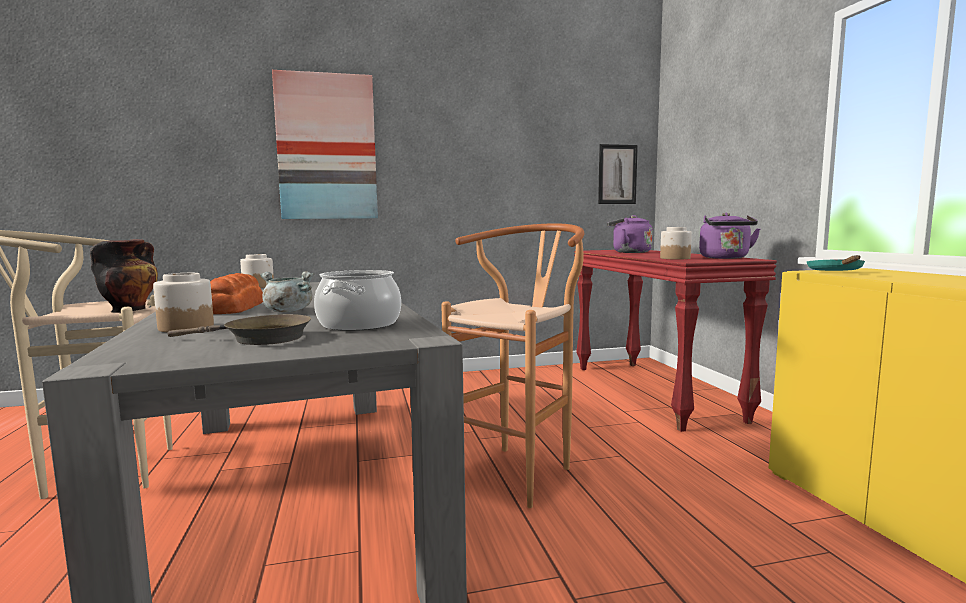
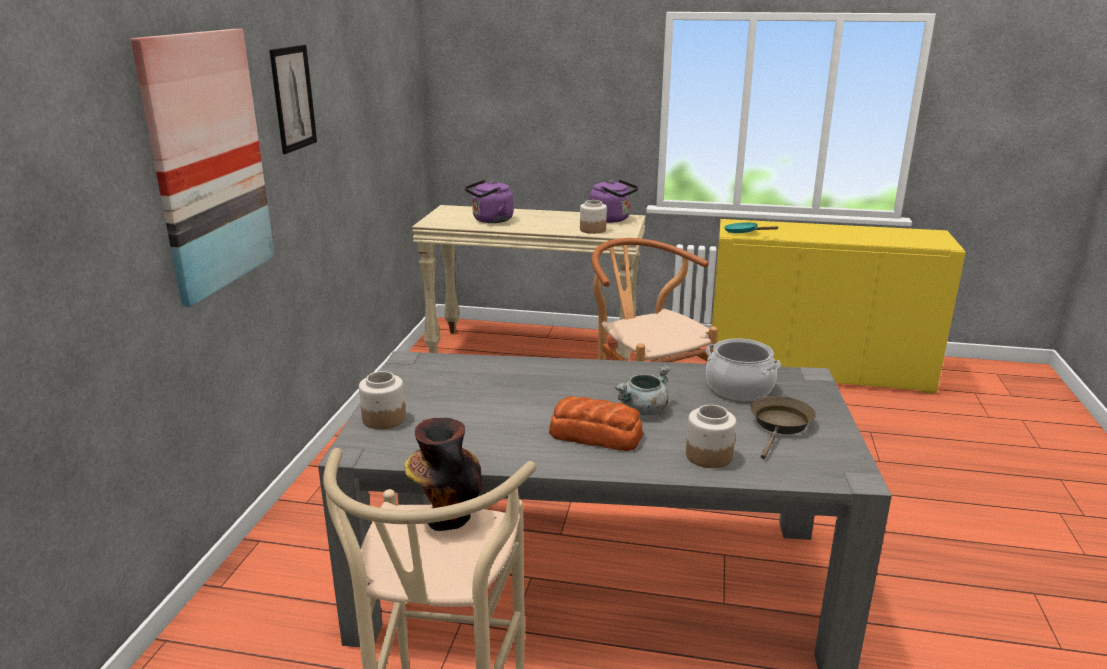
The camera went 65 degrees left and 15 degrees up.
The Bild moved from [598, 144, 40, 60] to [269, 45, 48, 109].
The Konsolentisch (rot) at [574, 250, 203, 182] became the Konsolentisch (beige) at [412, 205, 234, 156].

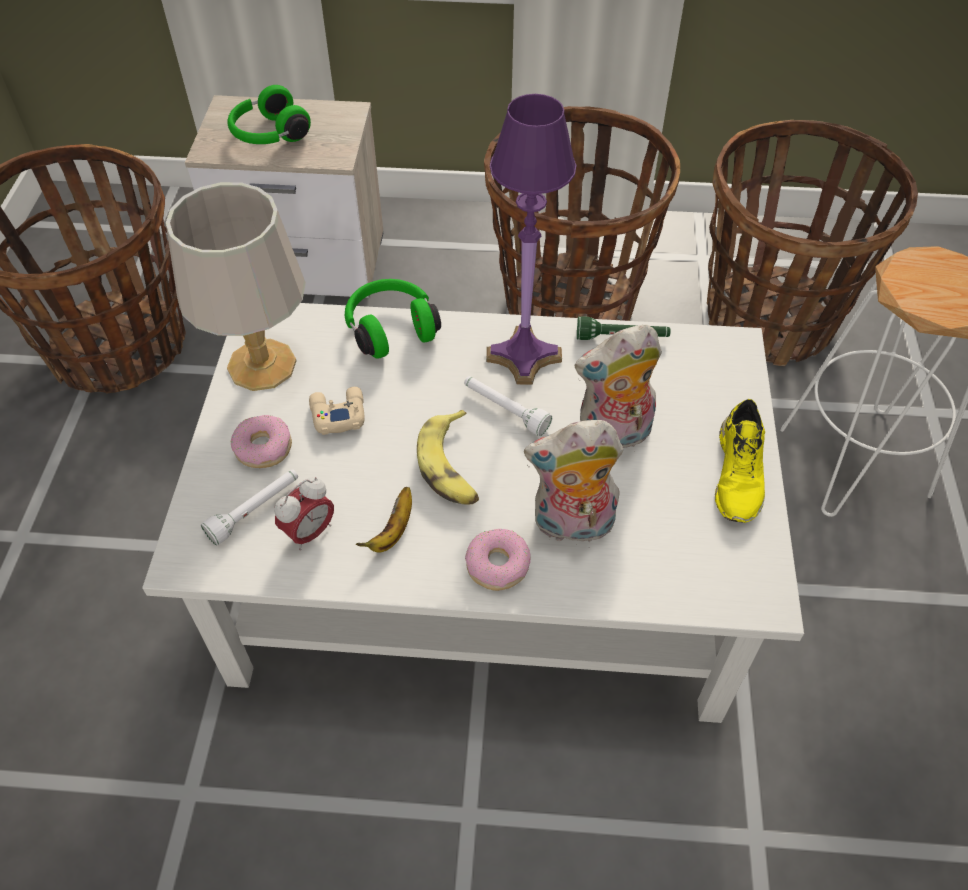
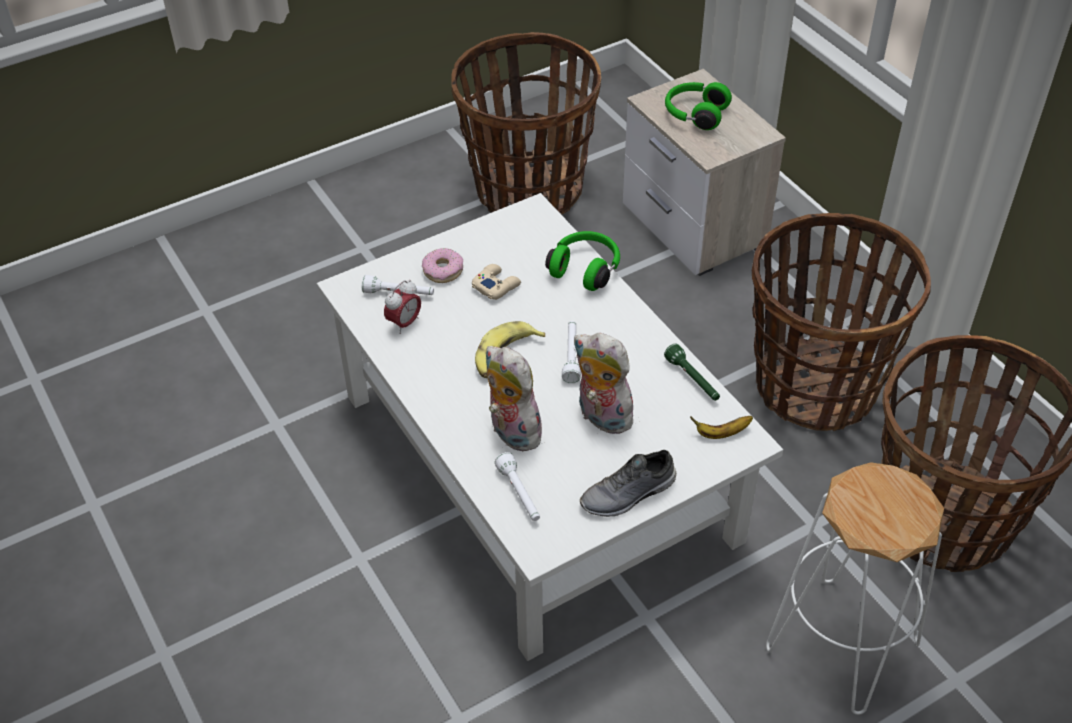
The camera went 55 degrees right and 5 degrees down.
The Tischlampe (grau) at [166, 182, 140, 209] disappeared.
The Donut at [465, 529, 66, 62] disappeared.
The Tischlampe (lila) at [486, 94, 90, 291] disappeared.
The Taschenlampe (weiß) at [495, 452, 45, 69] appeared.
The Banane moved from [356, 487, 56, 66] to [690, 416, 63, 23].
The Schuh (gelb) at [715, 399, 50, 124] became the Schuh (grau) at [580, 450, 96, 67].
The Wecker at [274, 477, 60, 74] turned 60 degrees counterclockwise.

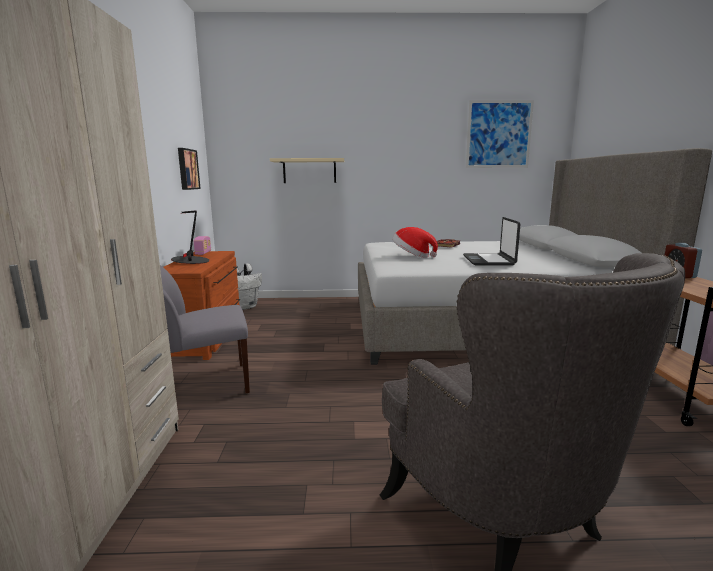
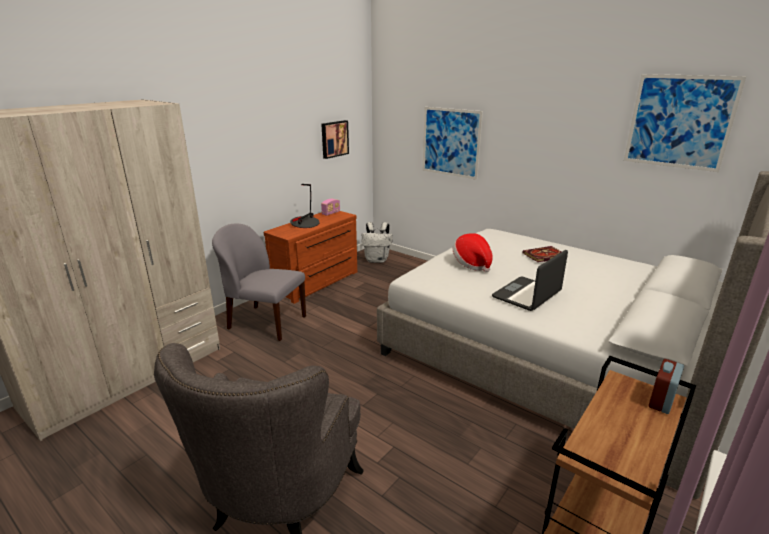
The camera went 40 degrees right and 10 degrees up.
The Wandregal (beige) at [270, 158, 74, 25] was replaced by the Bild at [423, 107, 60, 73].

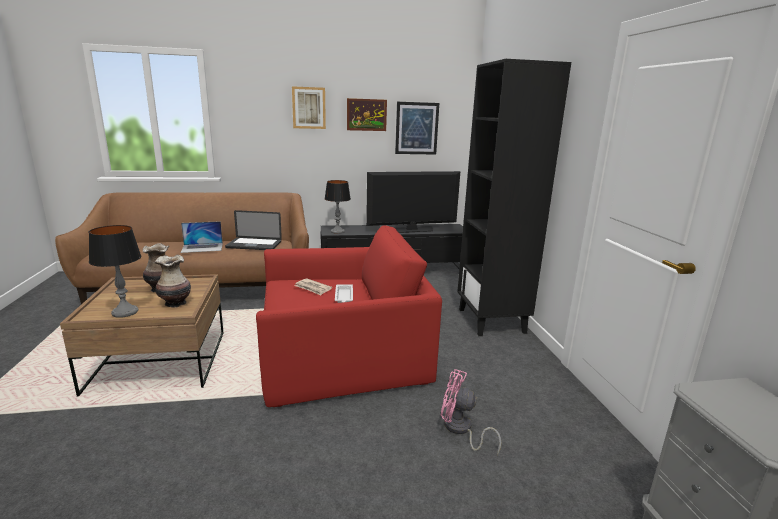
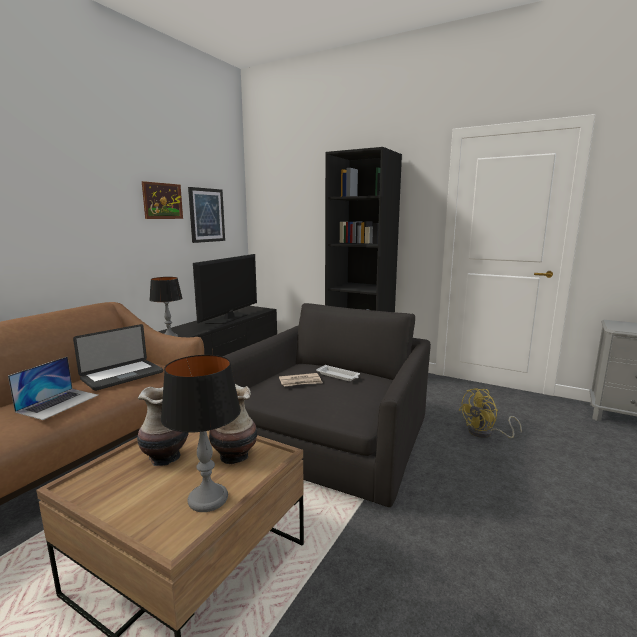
The camera went 50 degrees left and 5 degrees down.
The Bild at [292, 86, 34, 43] disappeared.
The Sessel (rot) at [256, 225, 186, 182] became the Sessel (schwarz) at [222, 303, 209, 204].
The Ventilator (rosa) at [441, 369, 60, 86] became the Ventilator (gelb) at [458, 388, 64, 50].

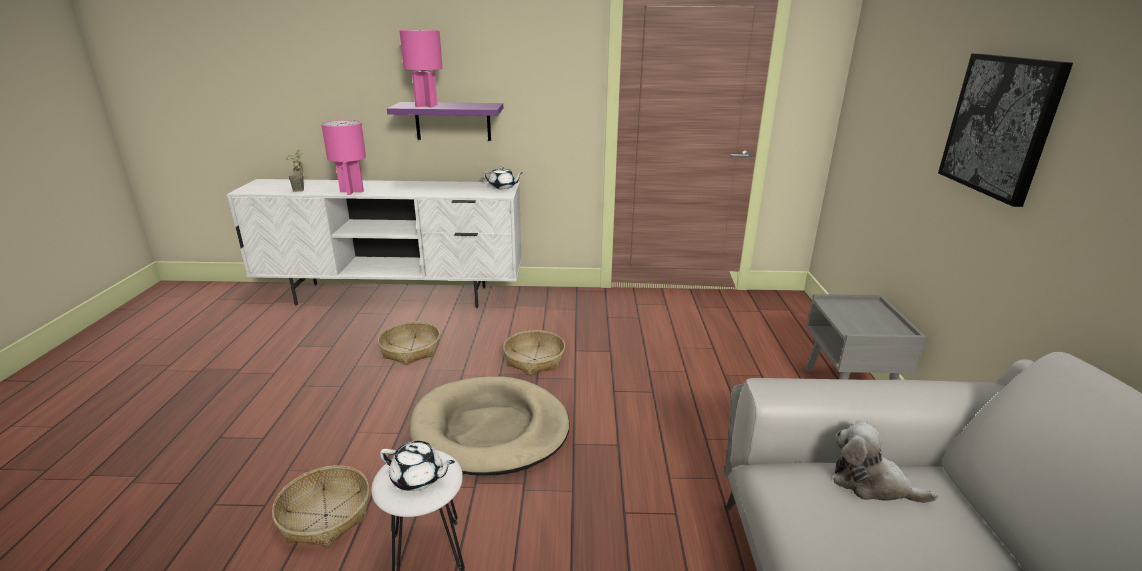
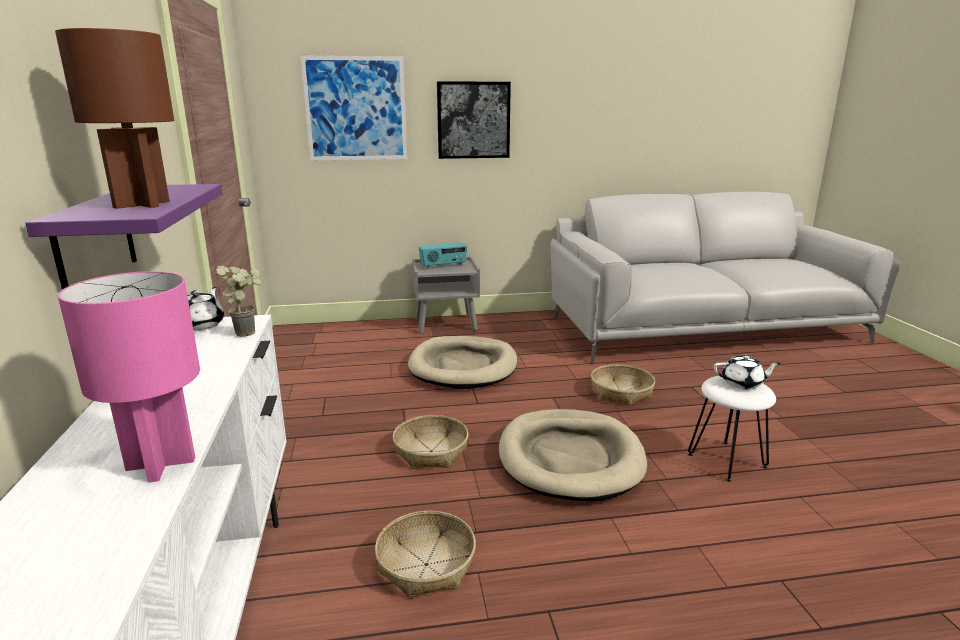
The camera went 100 degrees left and 5 degrees down.
The Plüschtier at [833, 421, 105, 82] disappeared.
The Bild at [301, 56, 106, 104] appeared.
The Hundebett (beige) at [408, 336, 109, 53] appeared.
The Radio at [418, 243, 49, 26] appeared.
The Korb moved from [272, 465, 98, 82] to [591, 364, 64, 42].
The Topfpflanze moved from [286, 150, 18, 42] to [216, 265, 46, 72].
The Tischlampe (rosa) at [400, 30, 42, 77] became the Tischlampe (braun) at [55, 28, 119, 181].
The Teekanne (weiß) at [380, 441, 75, 50] turned 90 degrees clockwise.

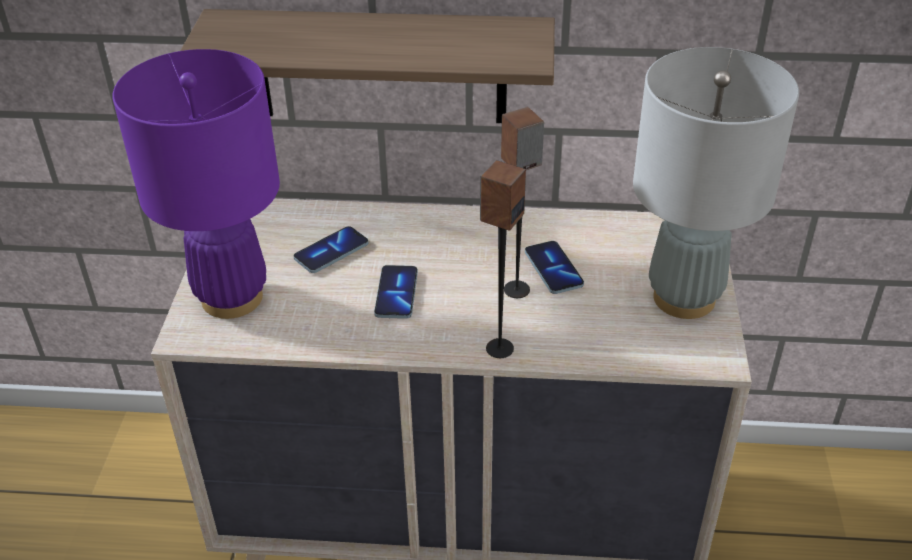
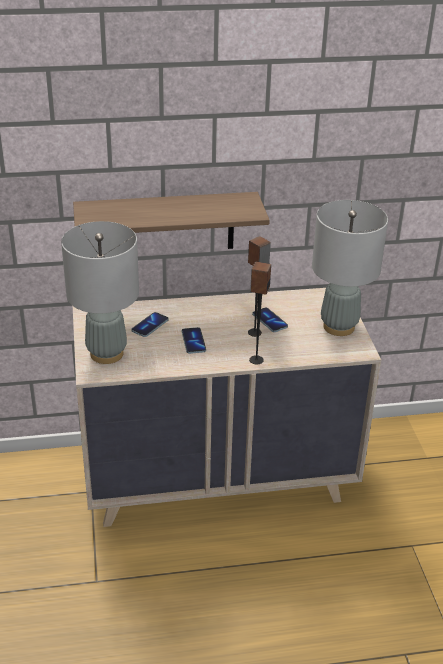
The camera went 15 degrees left and 5 degrees down.
The Tischlampe (lila) at [112, 49, 168, 270] became the Tischlampe (grau) at [61, 221, 78, 143].

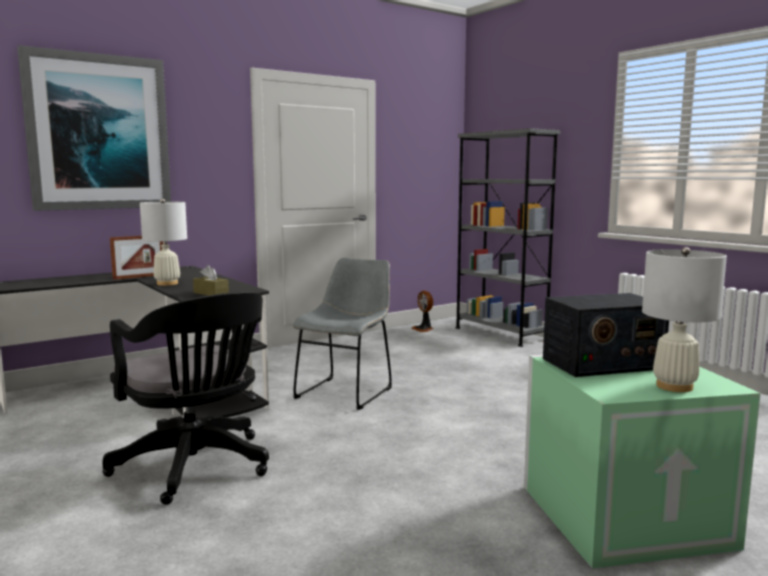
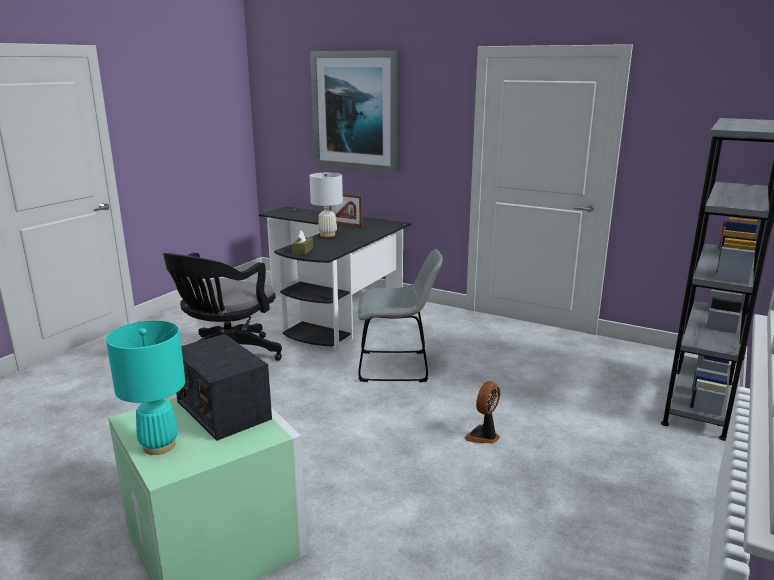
The camera went 65 degrees right and 10 degrees up.
The Ventilator moved from [412, 291, 22, 41] to [464, 381, 36, 62].
The Tischlampe (weiß) at [642, 247, 85, 145] became the Tischlampe (türkis) at [106, 321, 79, 134].

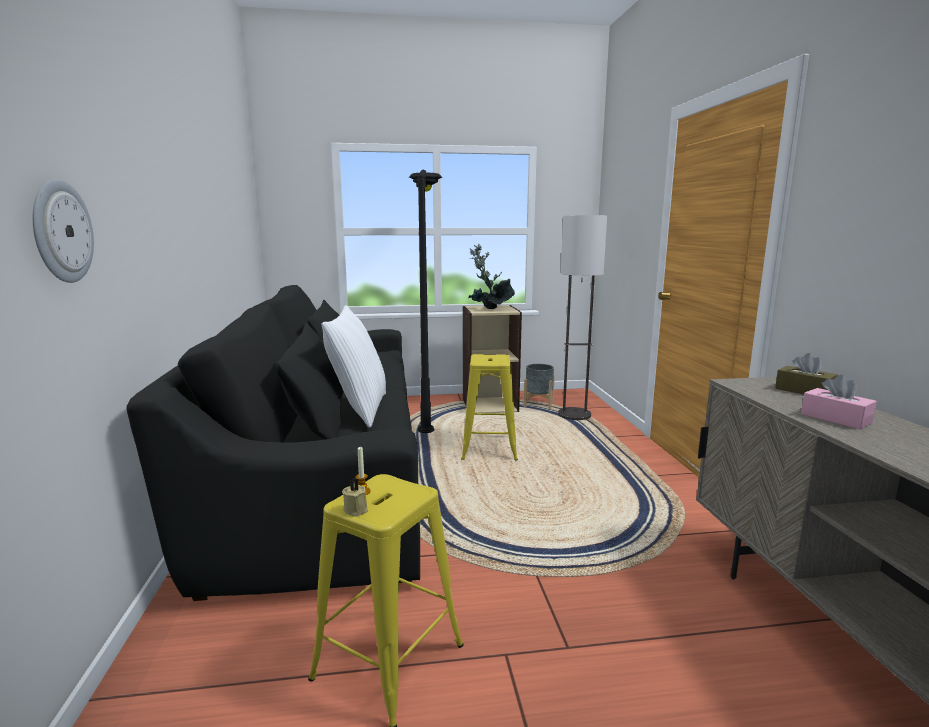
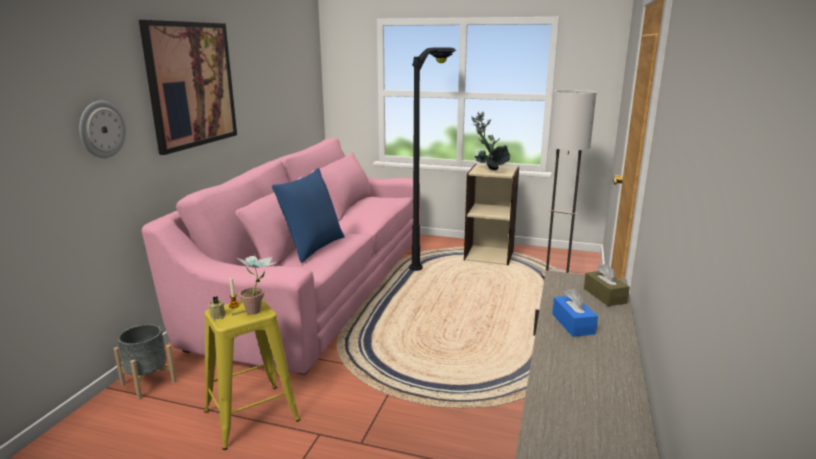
The camera went 25 degrees right and 5 degrees up.
The Hocker (gelb) at [461, 354, 57, 107] disappeared.
The Bild at [139, 20, 98, 135] appeared.
The Topfpflanze at [236, 254, 40, 61] appeared.
The Pflanzkübel (grau) moved from [523, 364, 32, 45] to [114, 324, 63, 76].
The Sofa (schwarz) at [127, 285, 293, 316] became the Sofa (rosa) at [142, 138, 278, 237].
The Kissen (weiß) at [321, 305, 65, 123] became the Kissen (blau) at [272, 168, 73, 95].
The Taschentuchbox (rosa) at [801, 375, 76, 54] became the Taschentuchbox (blau) at [552, 288, 46, 49].

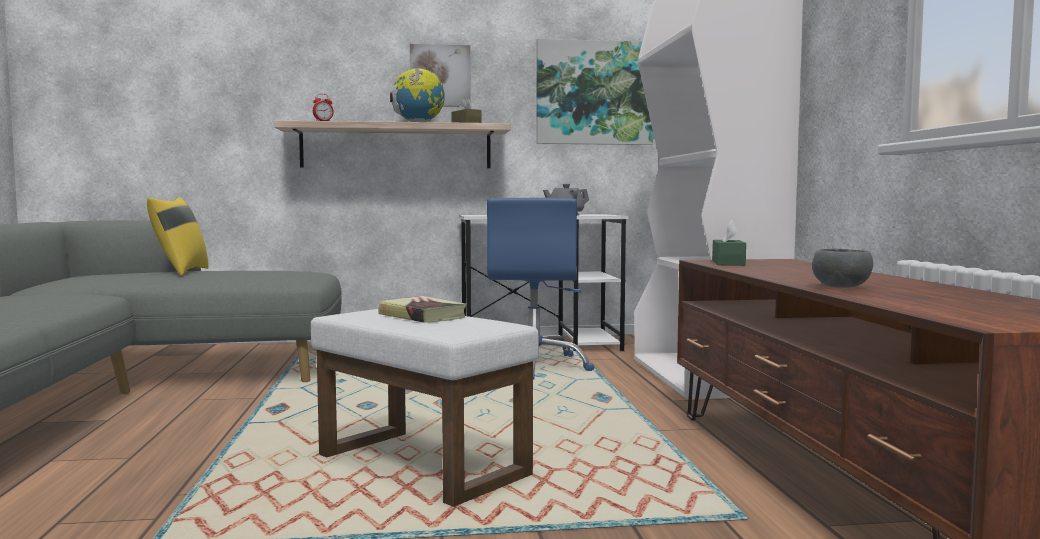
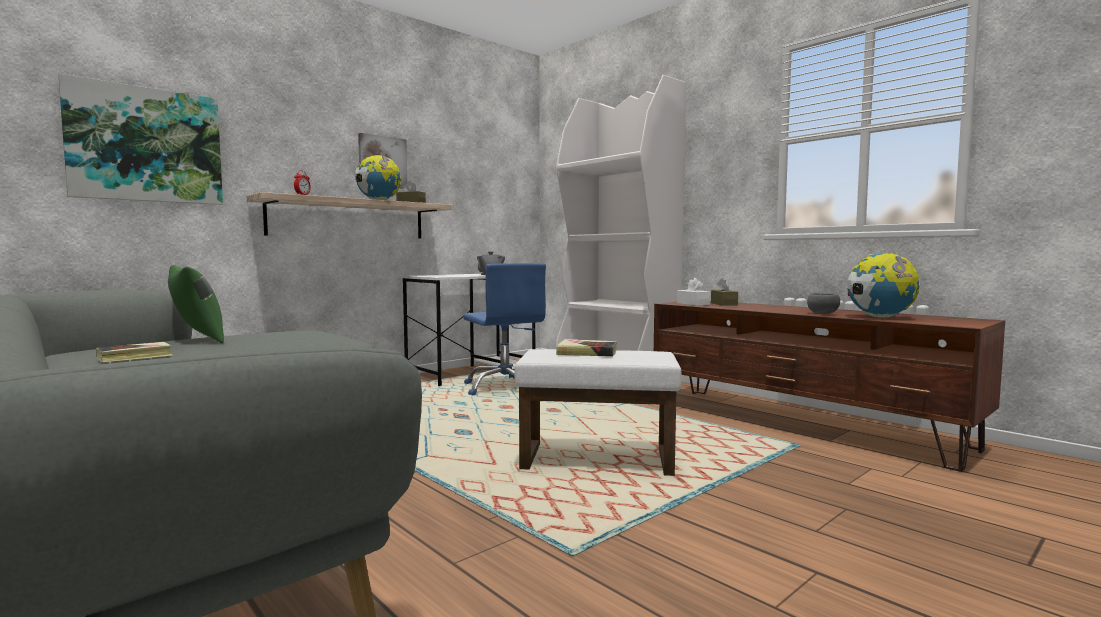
The camera went 35 degrees left and 0 degrees up.
The Buch at [96, 342, 76, 21] appeared.
The Taschentuchbox (braun) at [711, 278, 27, 28] appeared.
The Globus at [847, 253, 73, 65] appeared.
The Bild moved from [536, 39, 117, 106] to [58, 73, 165, 132].
The Kissen (gelb) at [147, 197, 62, 79] became the Kissen (grün) at [168, 265, 56, 78].
The Taschentuchbox (grün) at [712, 220, 34, 46] became the Taschentuchbox (weiß) at [677, 278, 33, 28].

